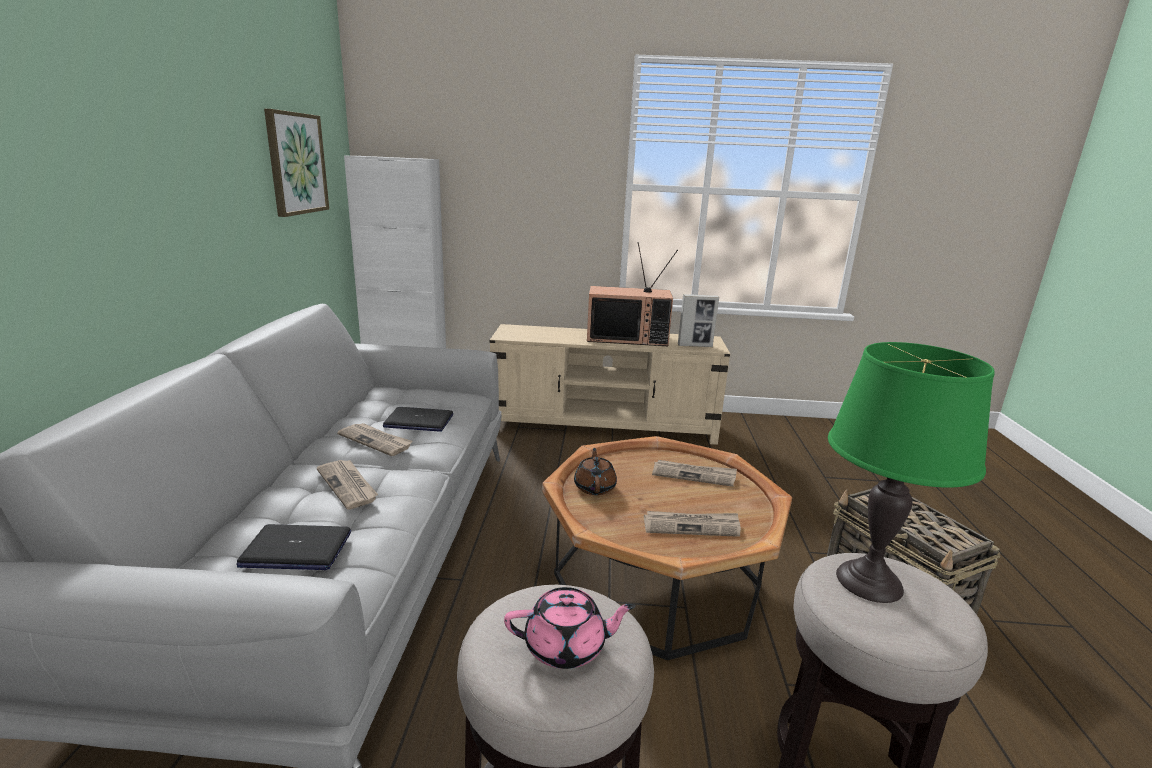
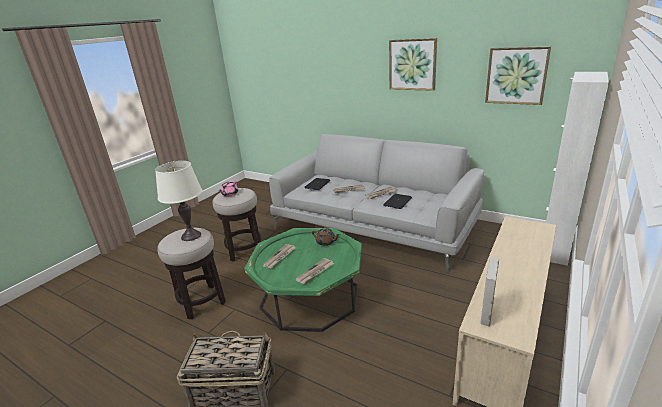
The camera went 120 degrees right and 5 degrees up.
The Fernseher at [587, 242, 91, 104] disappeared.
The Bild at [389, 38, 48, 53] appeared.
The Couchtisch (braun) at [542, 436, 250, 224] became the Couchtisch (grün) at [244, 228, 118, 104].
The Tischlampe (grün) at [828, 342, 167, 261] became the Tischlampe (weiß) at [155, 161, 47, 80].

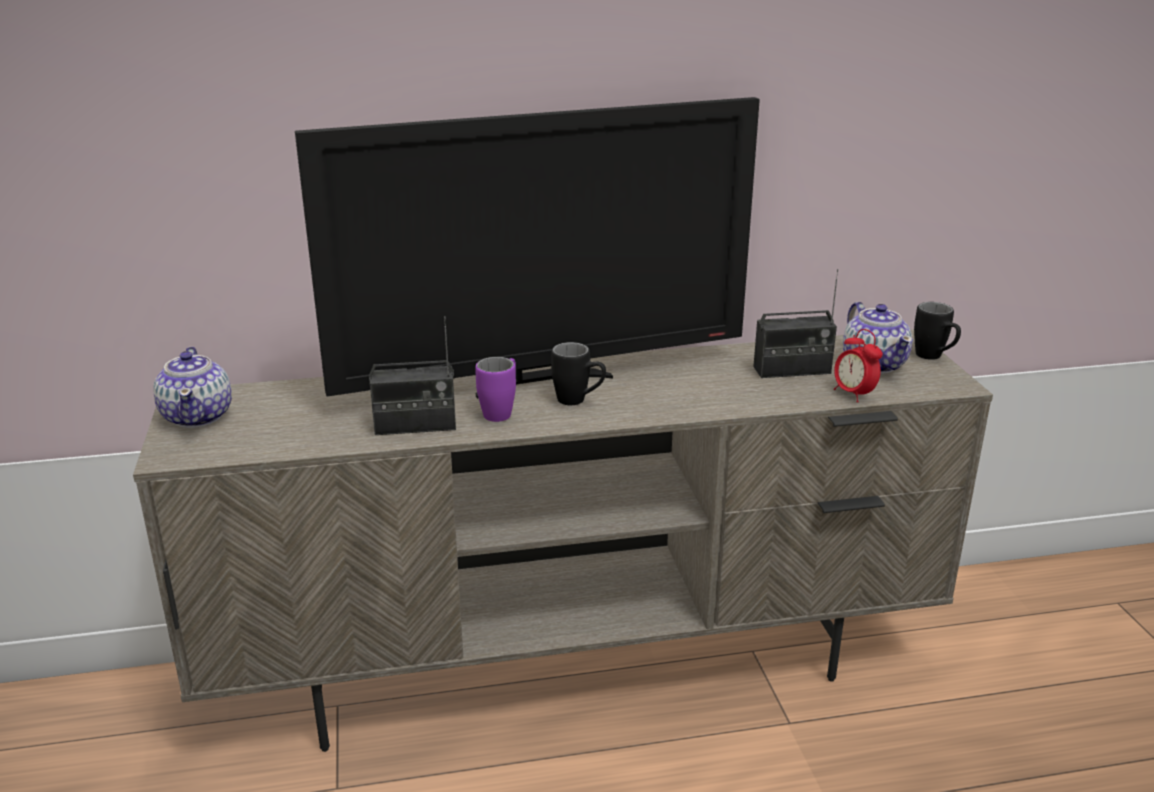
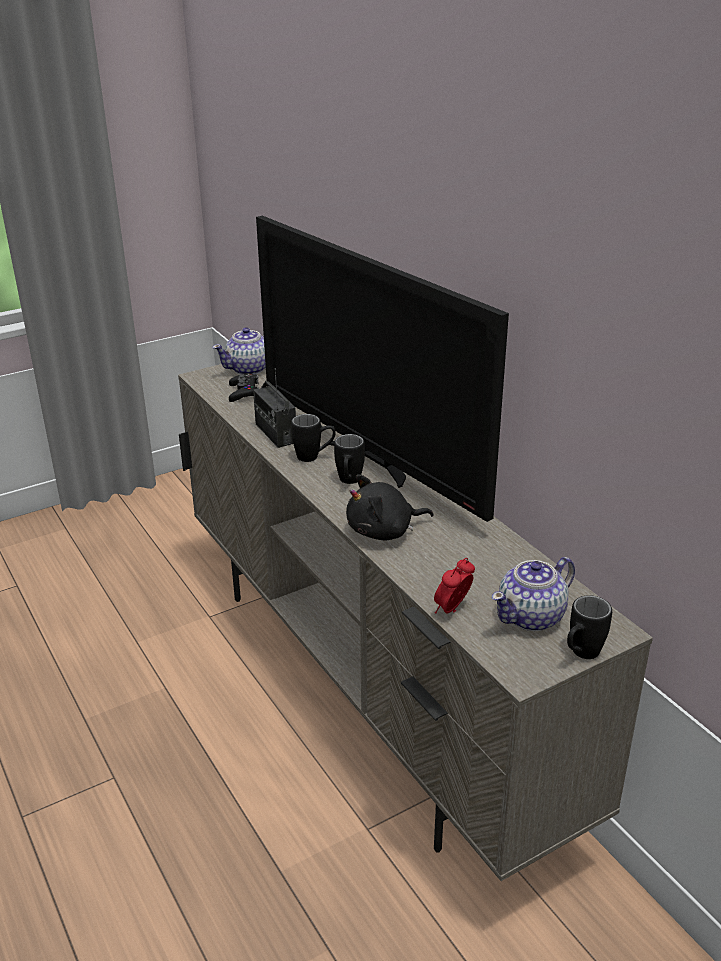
The camera went 70 degrees right and 5 degrees up.
The Radio at [753, 269, 85, 109] disappeared.
The Gamepad (schwarz) at [229, 373, 30, 29] appeared.
The Plüschtier (schwarz) at [346, 474, 88, 66] appeared.
The Henkelbecher (lila) at [475, 357, 41, 65] became the Henkelbecher (schwarz) at [291, 414, 45, 48].

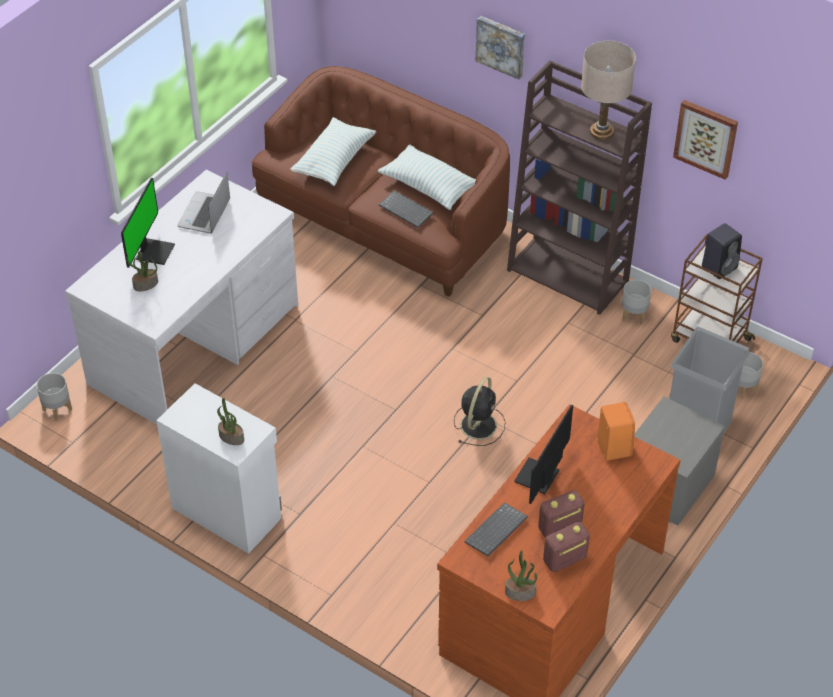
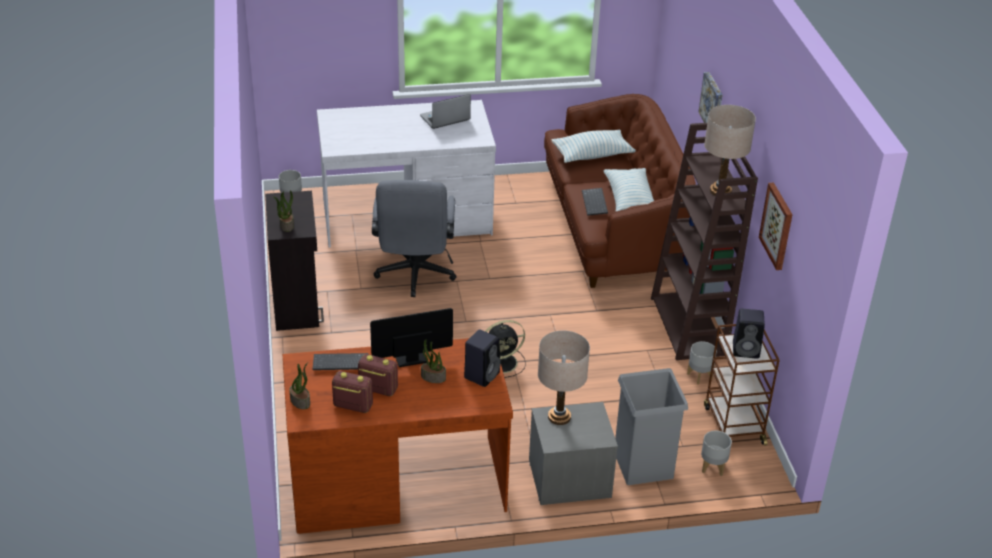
The camera went 45 degrees right and 10 degrees down.
The Monitor at [121, 178, 54, 90] disappeared.
The Bürostuhl (grau) at [372, 180, 84, 117] appeared.
The Tischlampe (beige) at [538, 330, 52, 95] appeared.
The Topfpflanze moved from [126, 251, 32, 40] to [421, 339, 25, 44].
The Schrank (weiß) at [156, 383, 126, 171] became the Schrank (schwarz) at [265, 191, 59, 140].
The Lautsprecher (orange) at [597, 402, 38, 59] became the Lautsprecher (schwarz) at [464, 329, 37, 58].

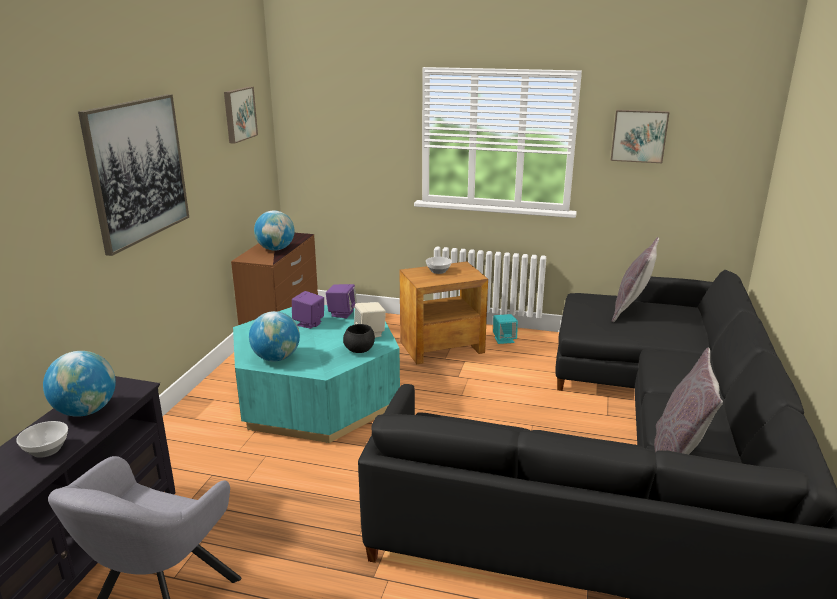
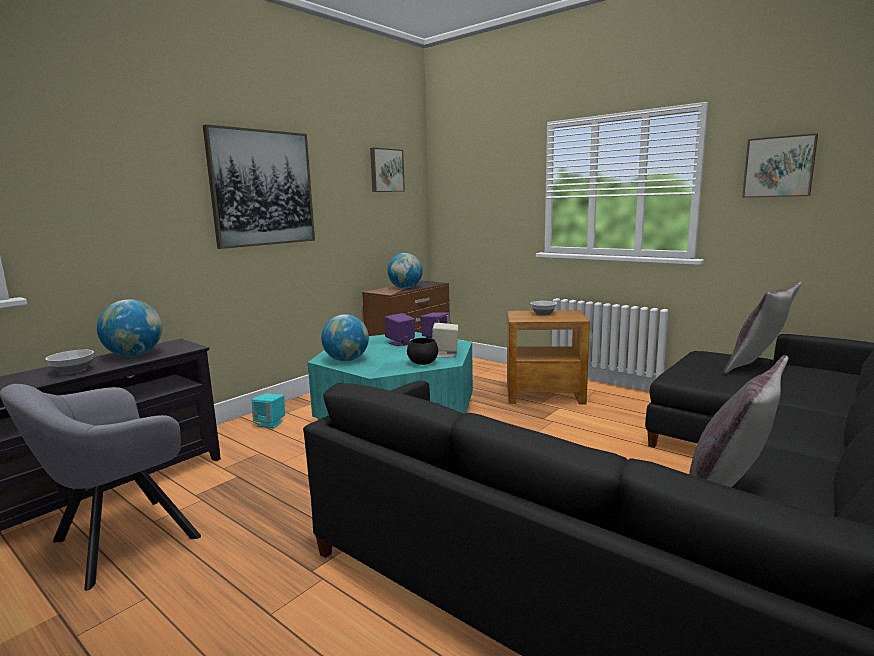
The camera went 25 degrees right and 10 degrees down.
The Lautsprecher (türkis) moved from [493, 314, 25, 30] to [252, 393, 33, 35].

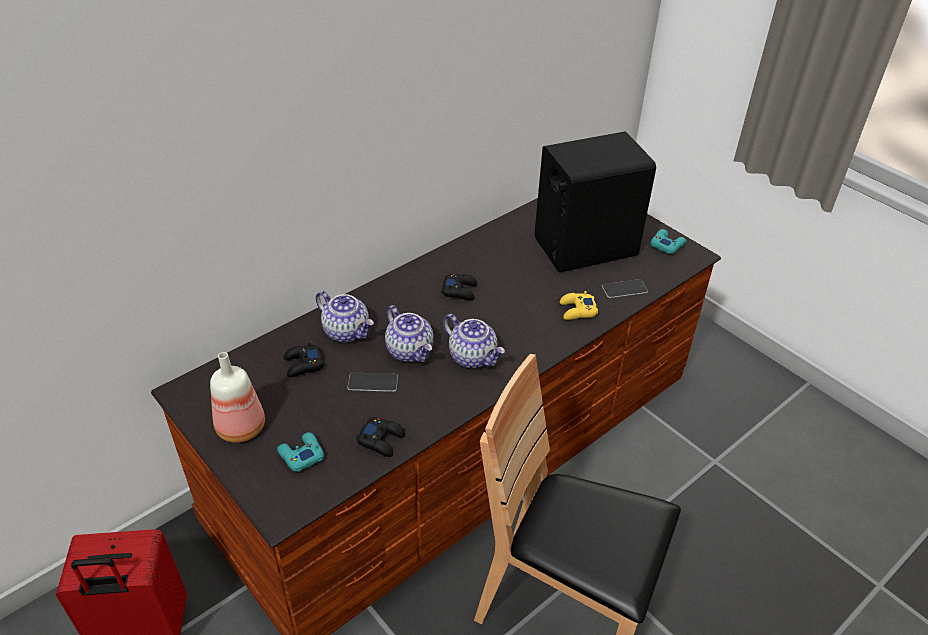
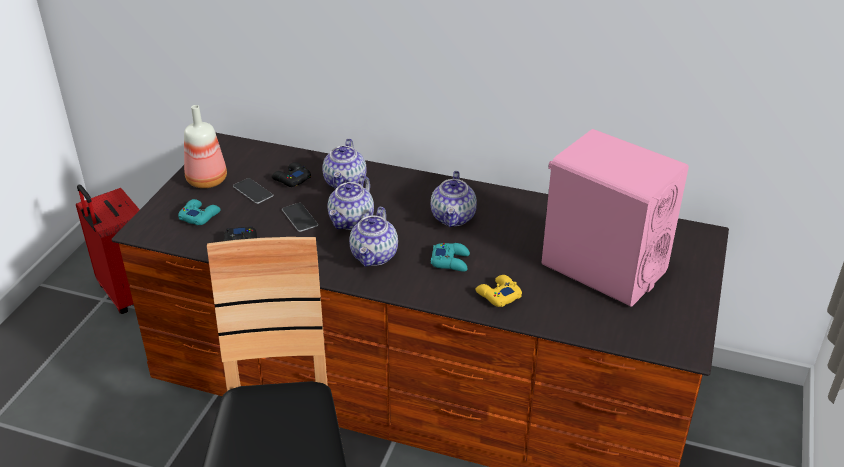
The camera went 60 degrees right and 5 degrees down.
The Handy moved from [602, 279, 46, 19] to [233, 178, 41, 26].
The Gamepad (türkis) moved from [651, 229, 36, 25] to [431, 243, 39, 29].
The Gamepad (schwarz) at [441, 274, 36, 27] was replaced by the Teekanne at [431, 171, 46, 56].
The Lautsprecher (schwarz) at [535, 132, 121, 141] became the Lautsprecher (rosa) at [542, 129, 147, 178].

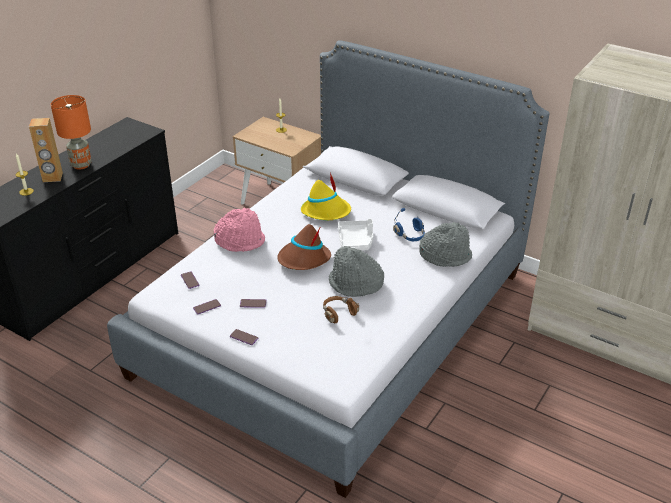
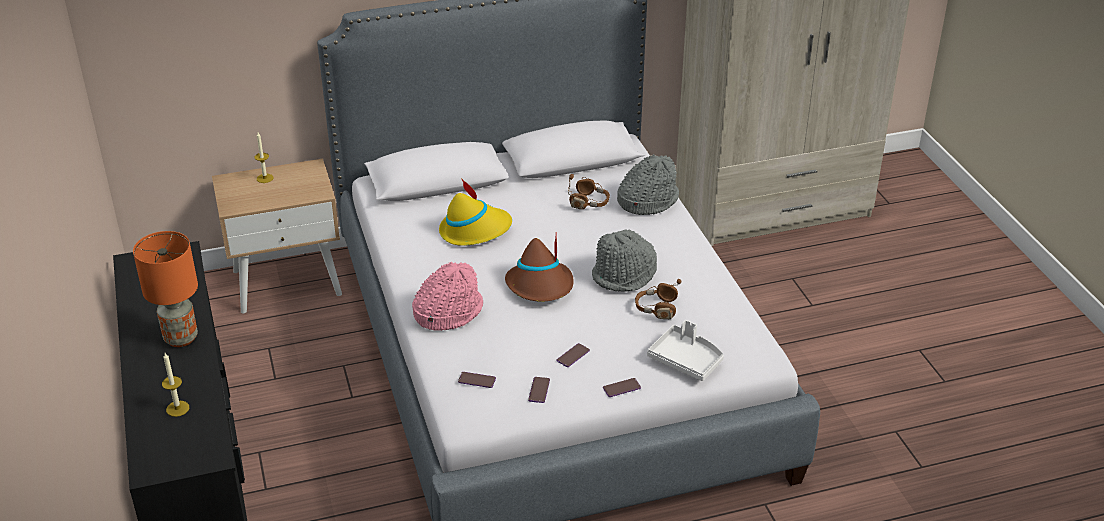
The camera went 50 degrees left and 0 degrees up.
The Lautsprecher (braun) at [29, 118, 34, 64] disappeared.
The Tablett (weiß) moved from [338, 218, 35, 33] to [647, 320, 77, 61].
The Kopfhörer (blau) at [393, 208, 32, 33] became the Kopfhörer (braun) at [568, 174, 42, 35].

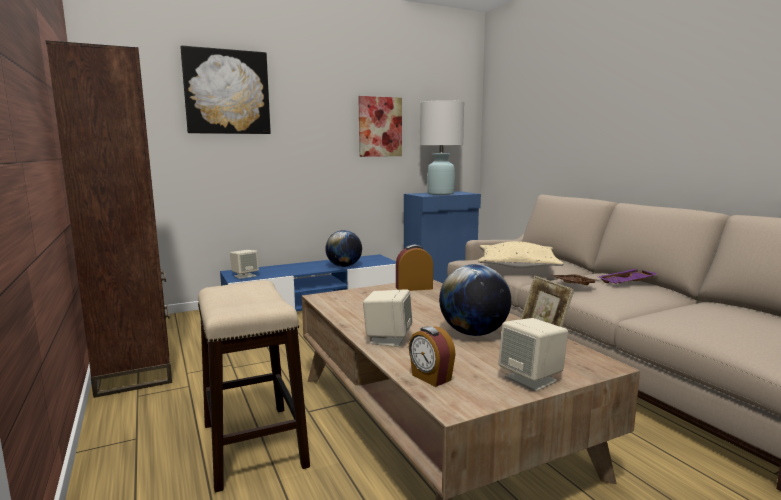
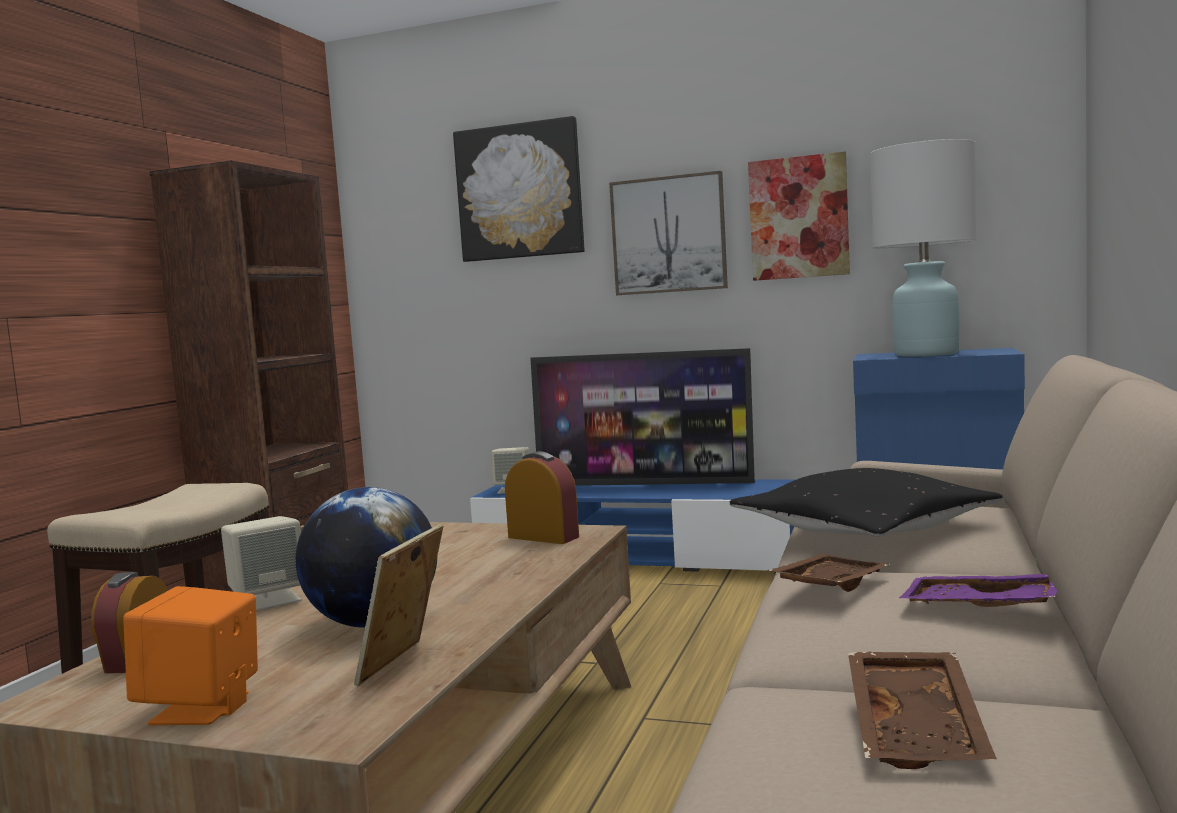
The camera went 45 degrees right and 5 degrees down.
The Globus at [325, 230, 37, 37] disappeared.
The Fernseher at [530, 348, 225, 138] appeared.
The Bild at [609, 171, 119, 124] appeared.
The Tablett (braun) at [848, 652, 149, 117] appeared.
The Kissen (beige) at [478, 241, 86, 27] became the Kissen (schwarz) at [730, 468, 273, 69].
The Lautsprecher (beige) at [498, 318, 70, 73] became the Lautsprecher (orange) at [123, 586, 135, 139].

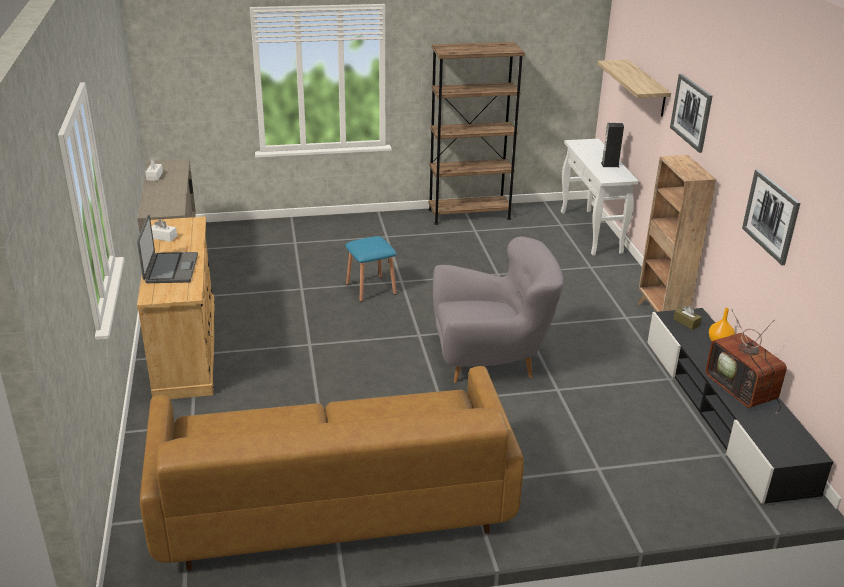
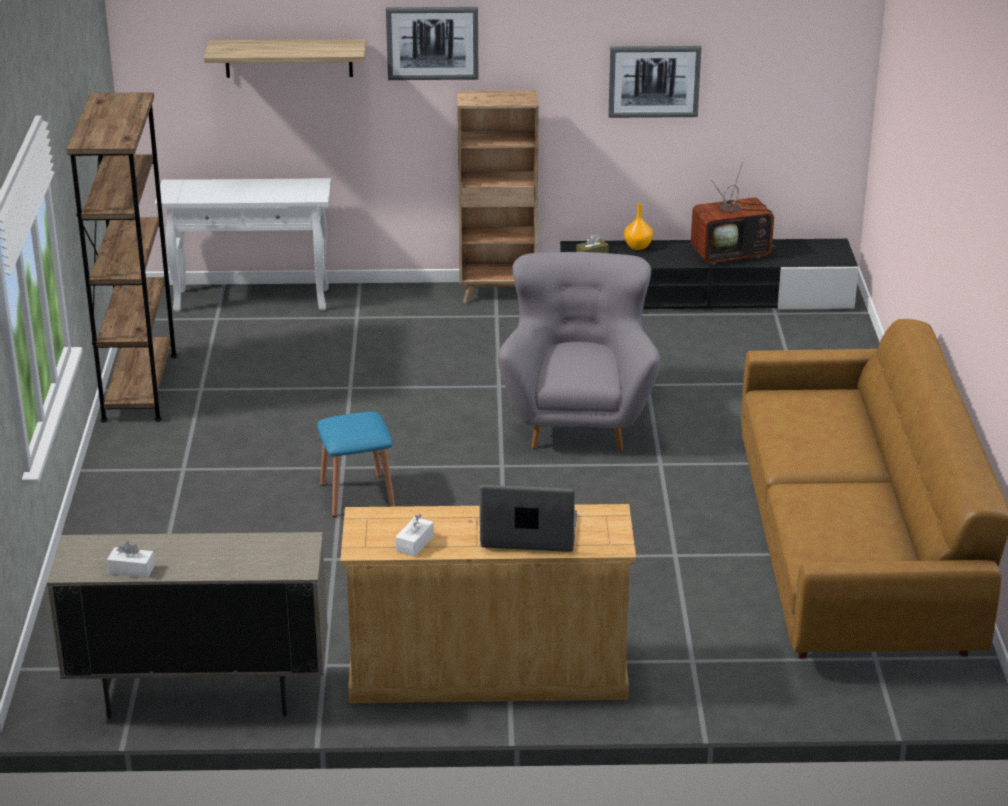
The camera went 80 degrees left and 0 degrees up.
The Lautsprecher at [601, 123, 23, 44] disappeared.

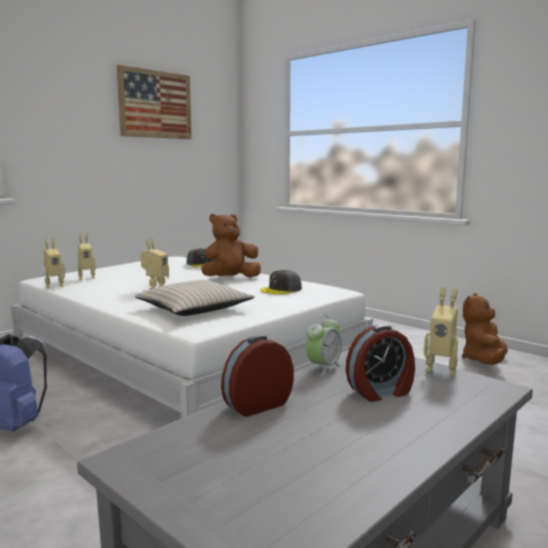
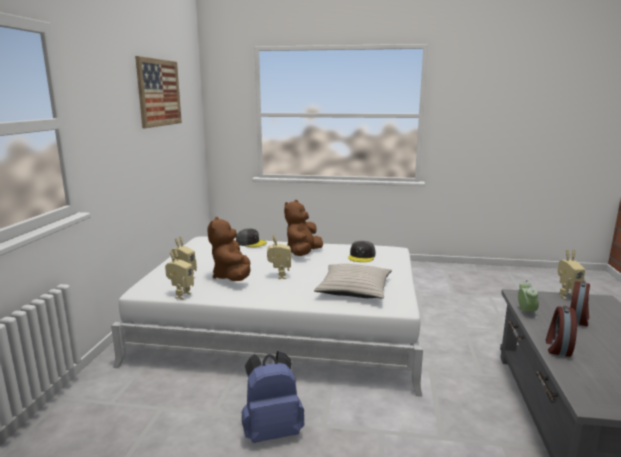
The camera went 35 degrees left and 5 degrees up.
The Plüschtier (braun) moved from [462, 293, 46, 72] to [208, 217, 42, 64].

